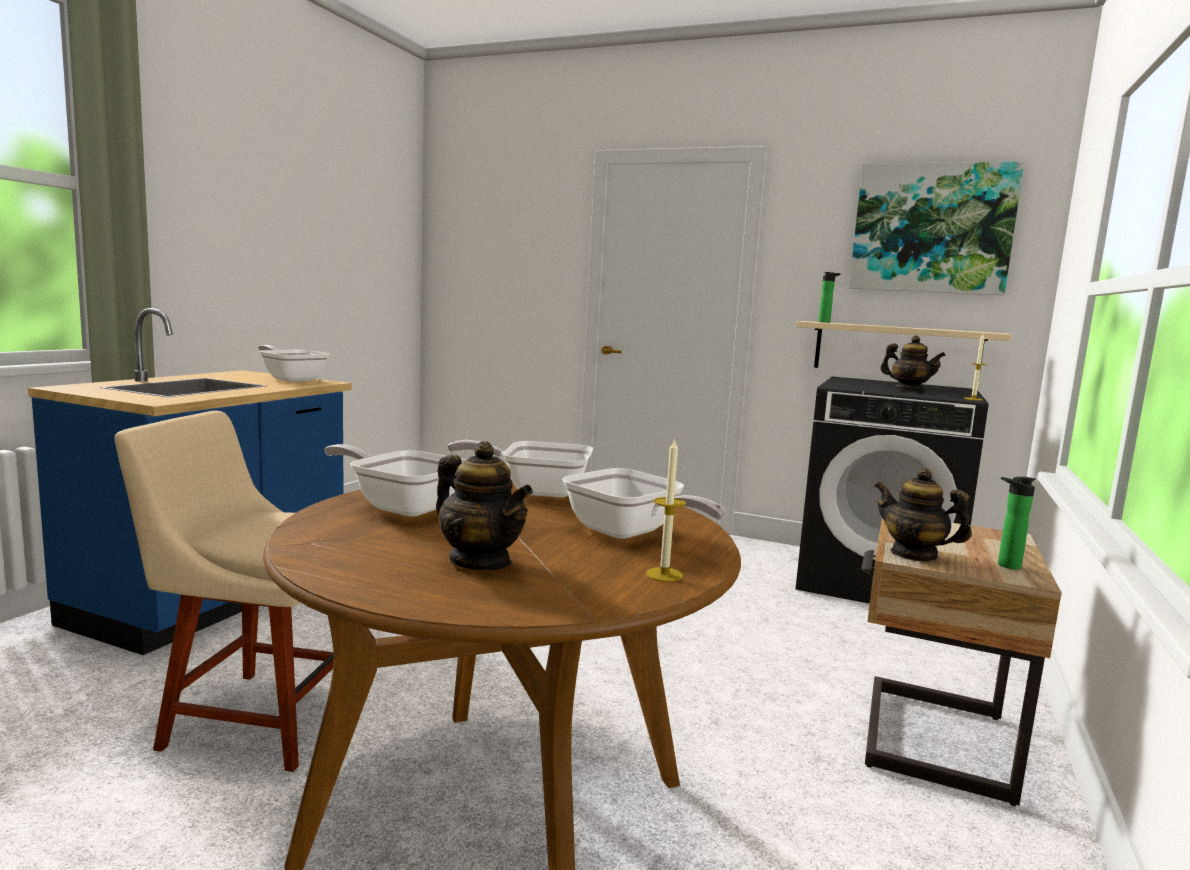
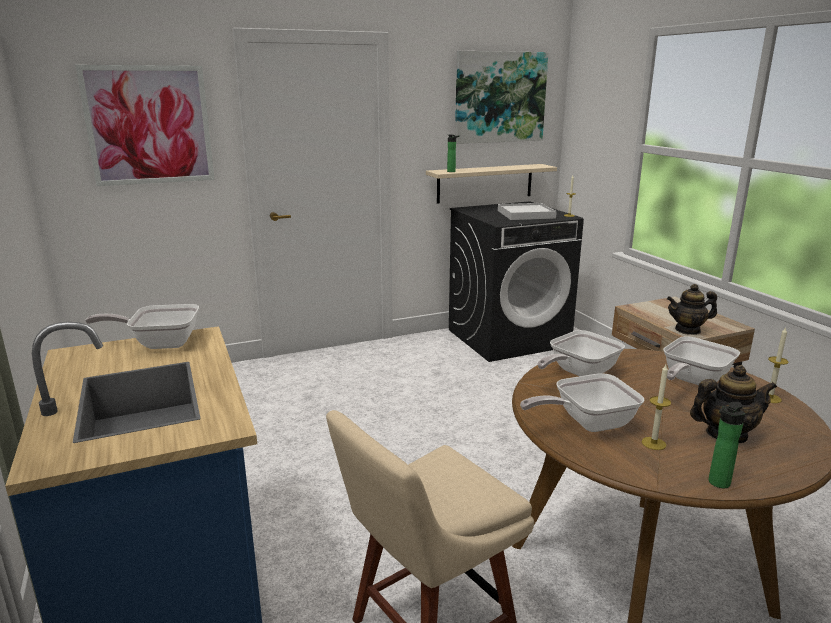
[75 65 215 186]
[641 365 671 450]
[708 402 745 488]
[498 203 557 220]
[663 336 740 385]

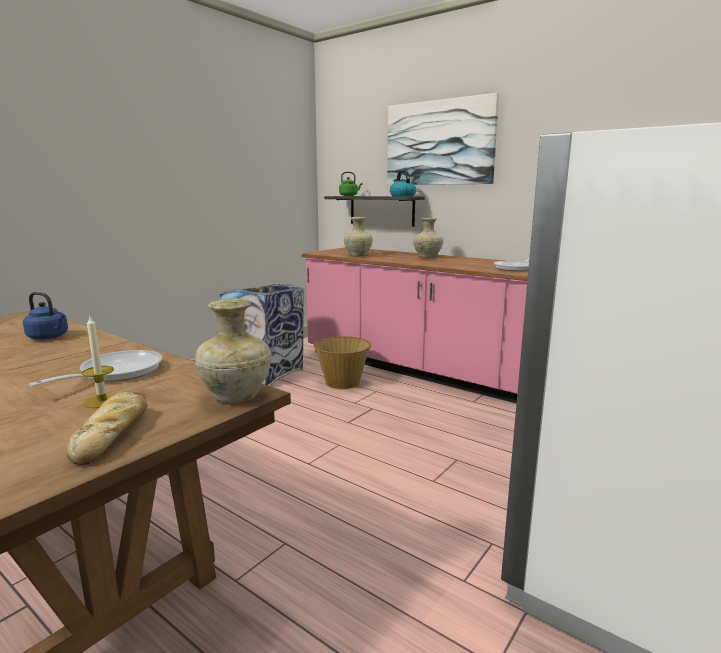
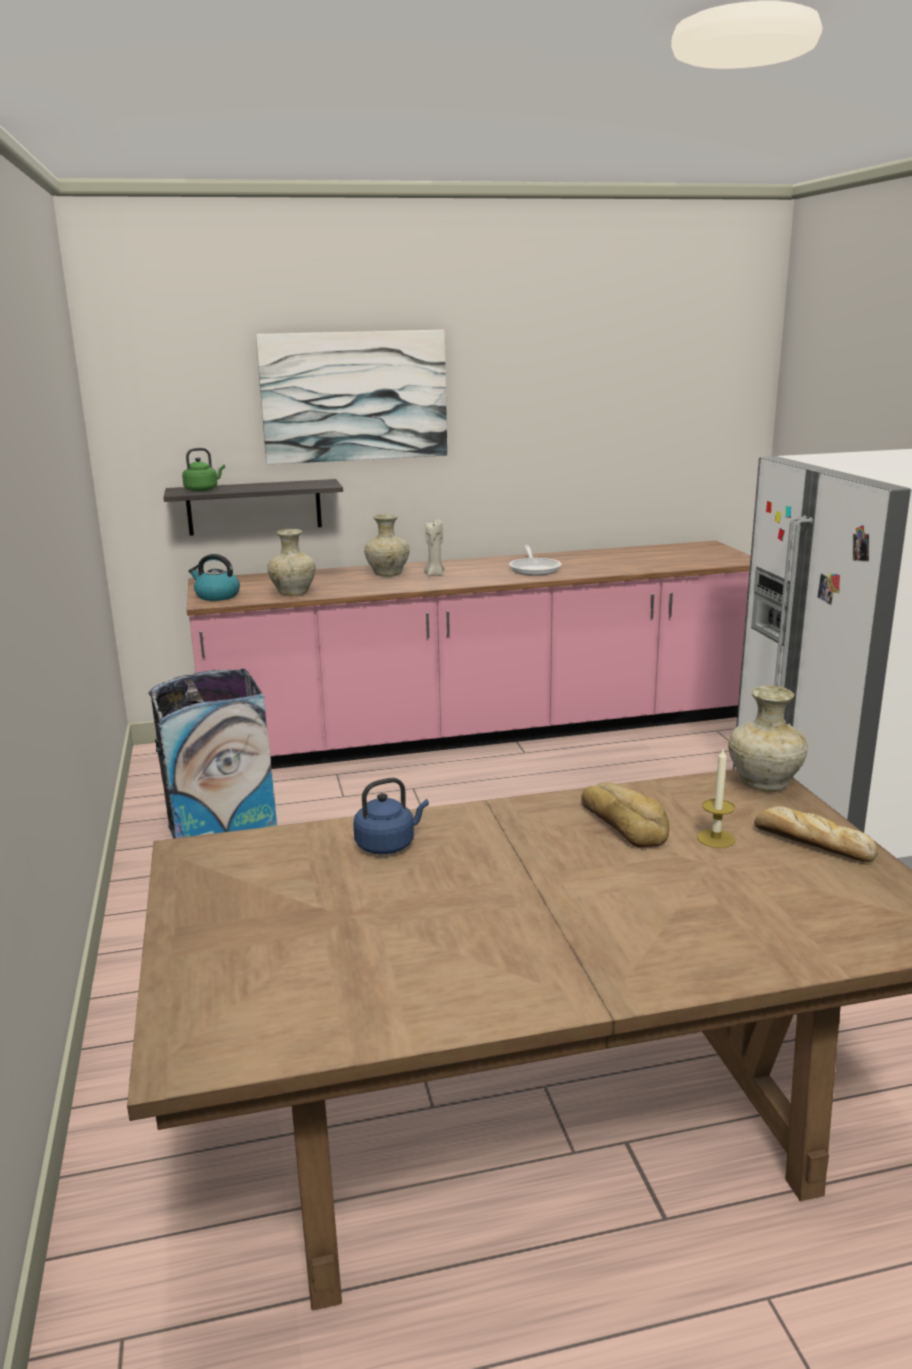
[314 336 371 389] (first image)
[424 520 444 576]
[189 554 240 601]
[581 782 669 847]

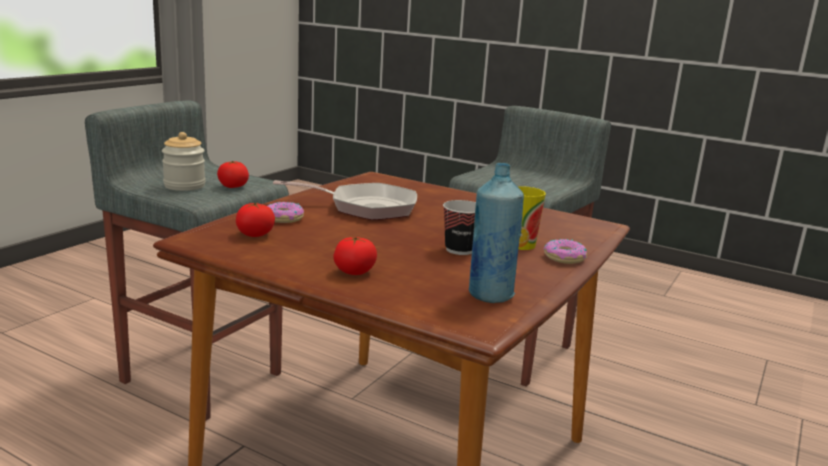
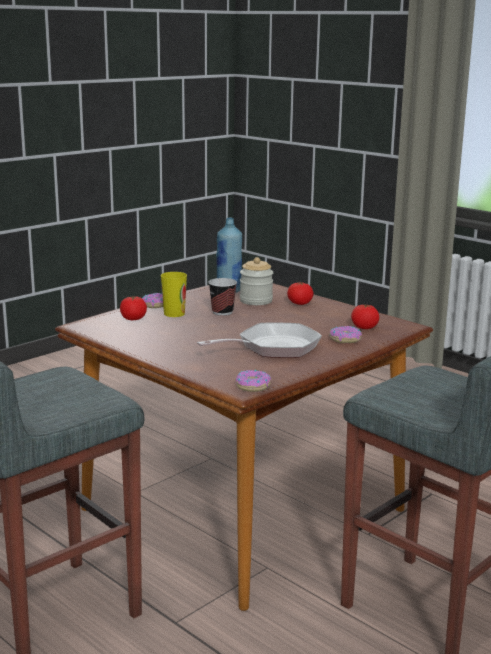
[236 370 271 392]
[240 257 273 305]
[120 296 147 320]
[197 323 322 358]

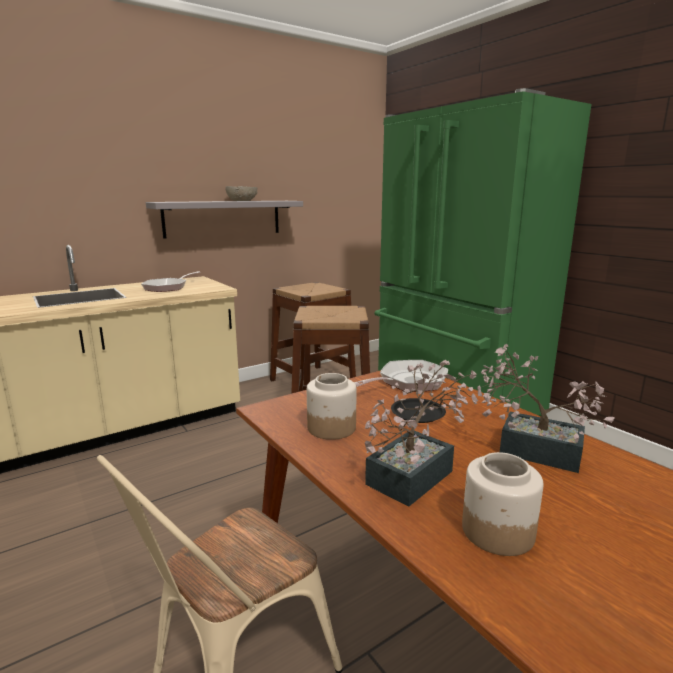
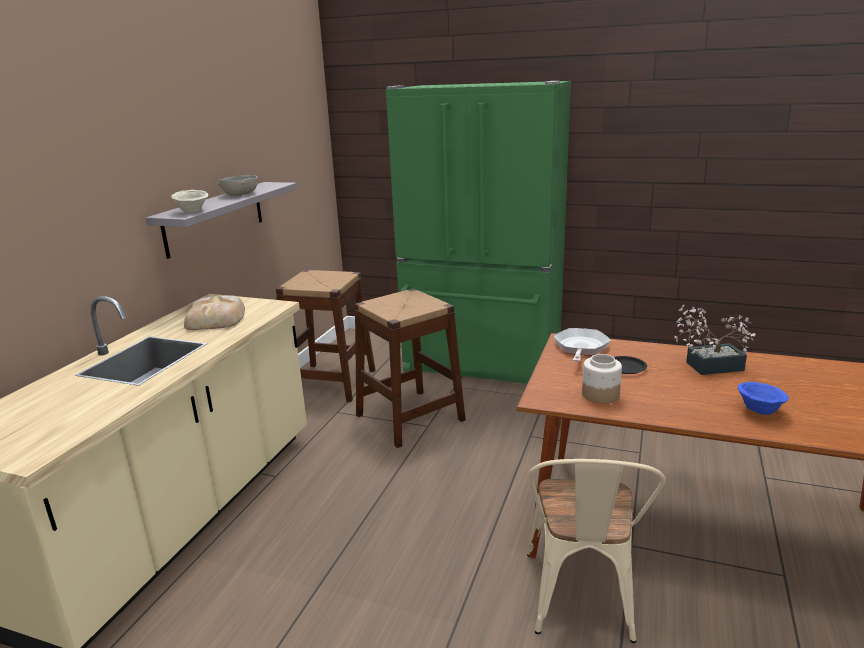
[365 360 478 507] (first image)
[171 190 209 213]
[184 296 245 330]
[738 382 789 415]

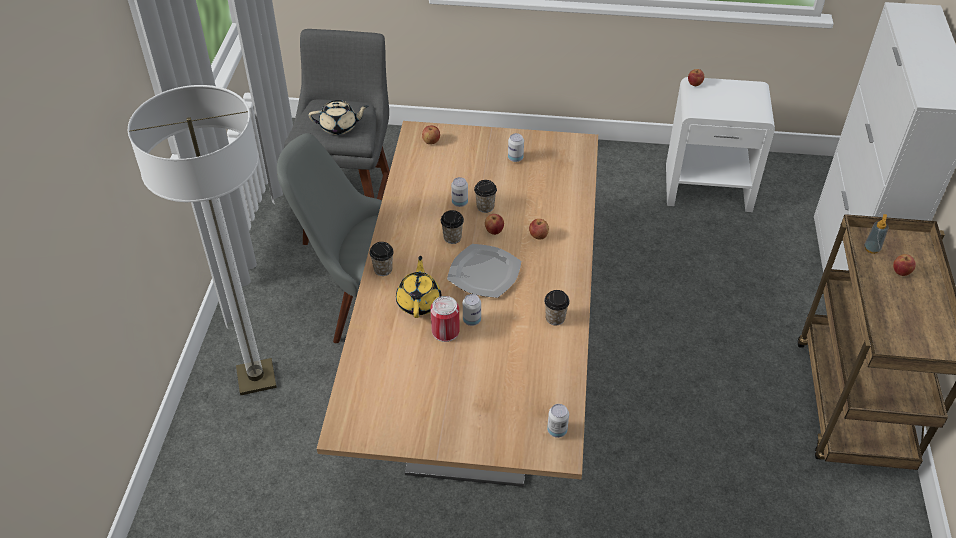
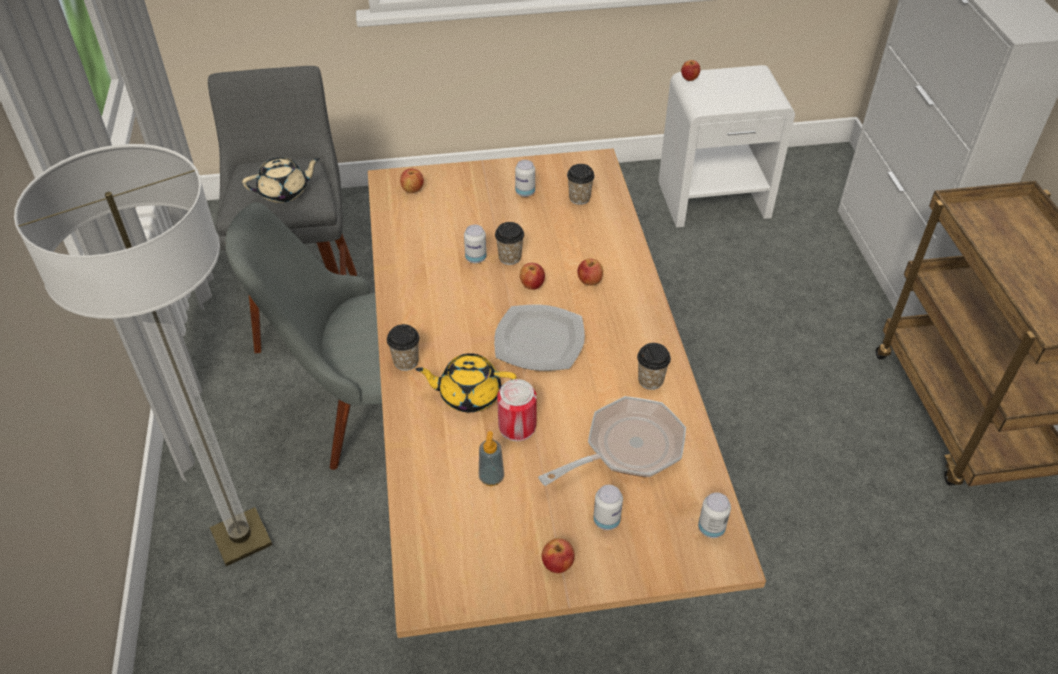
[538 396 686 486]
[567 164 595 205]
[593 485 623 530]
[479 431 504 486]
[542 538 575 573]
[415 353 516 412]

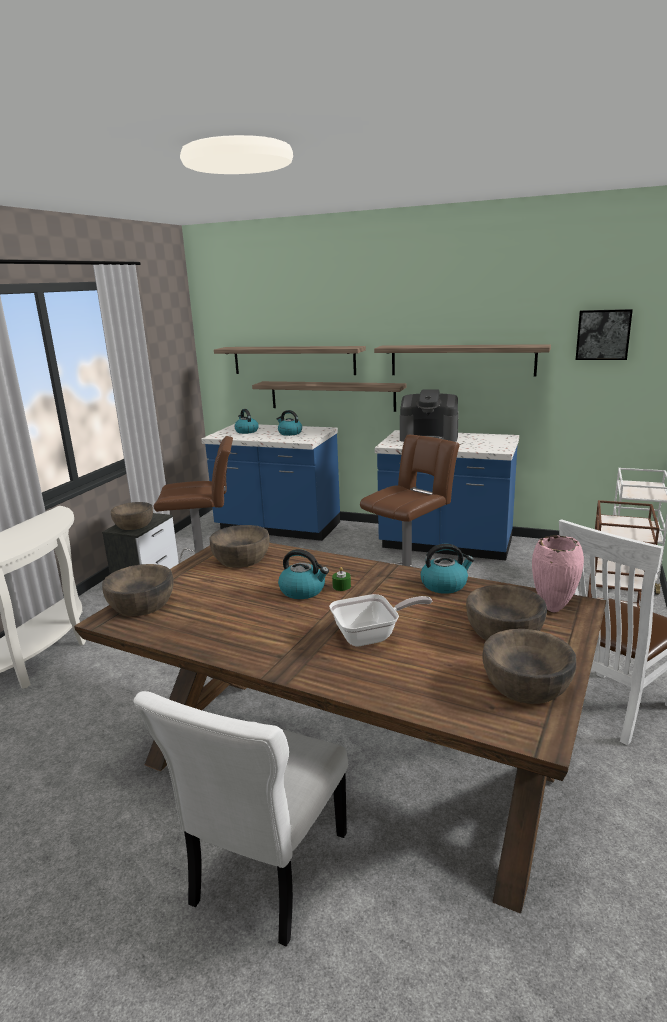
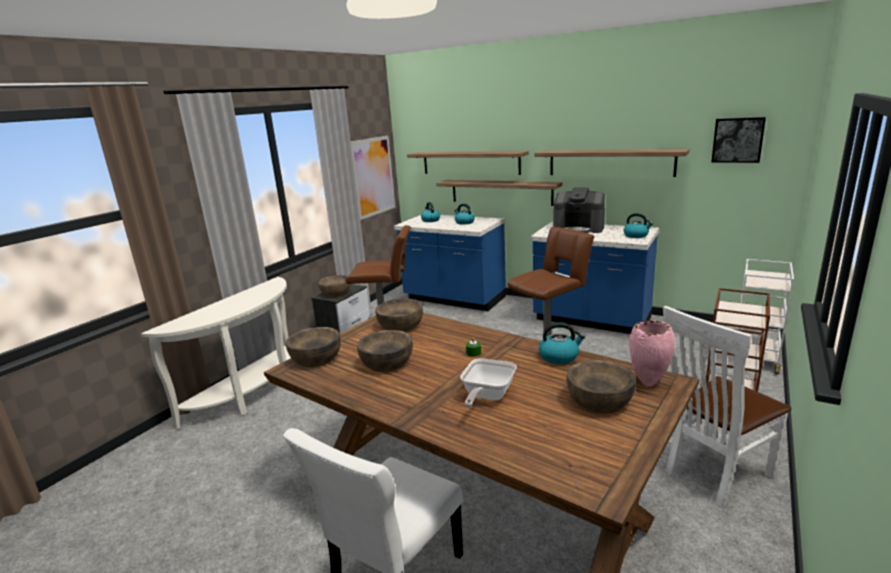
[351 136 395 220]
[624 213 653 238]
[357 330 413 372]
[460 358 517 408]

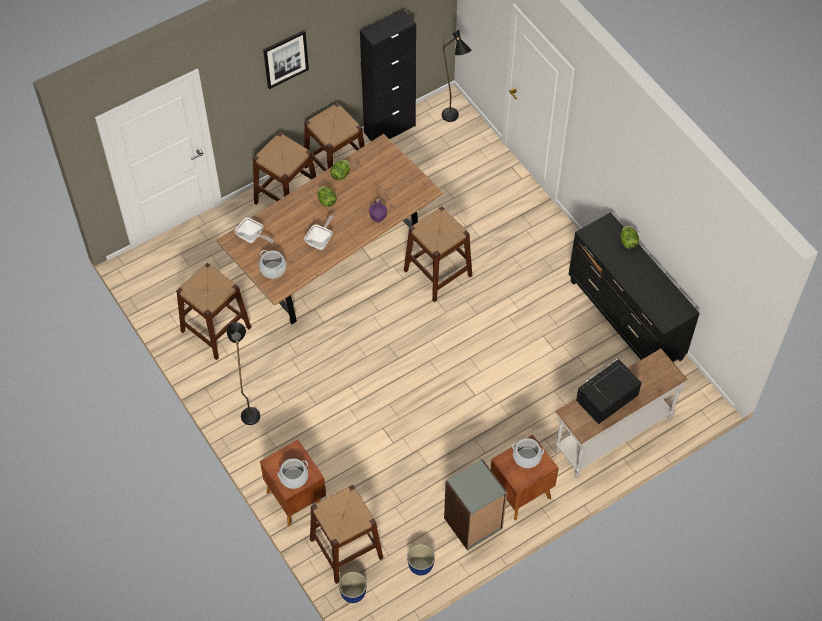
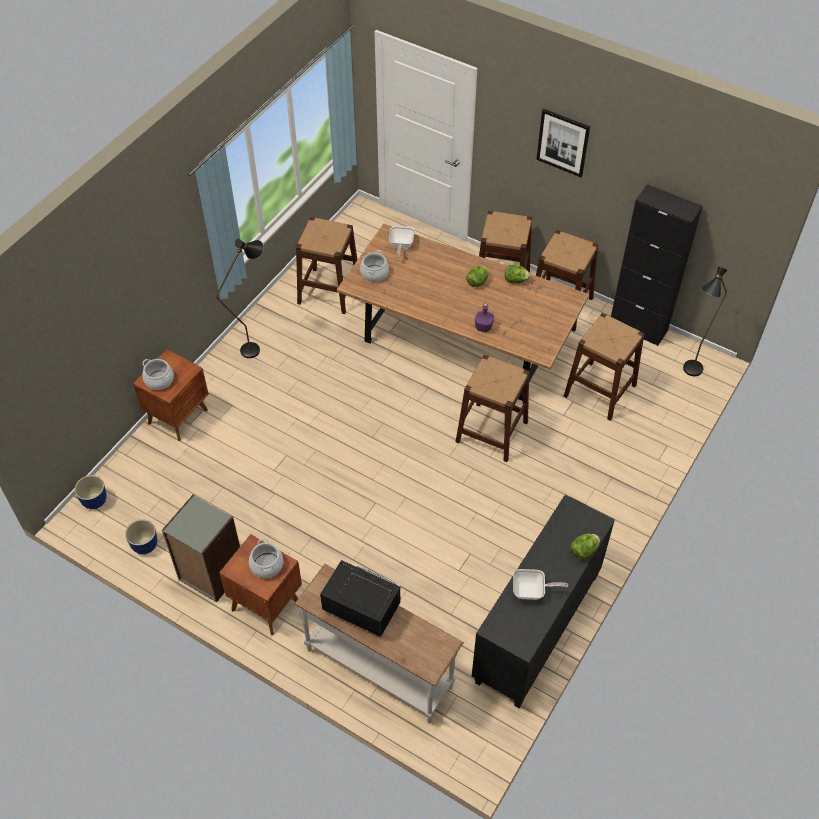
[513 569 568 600]
[564 313 645 421]

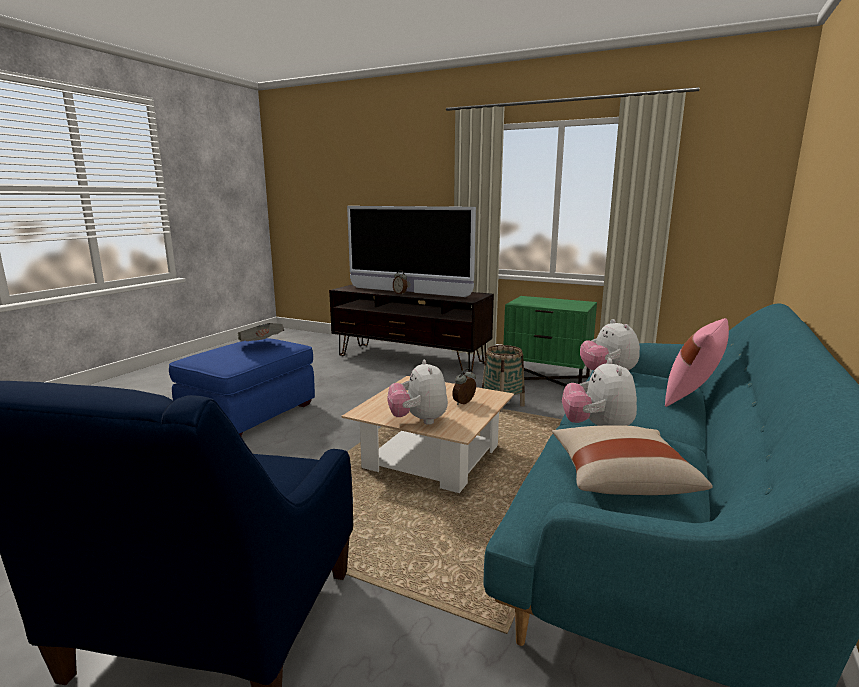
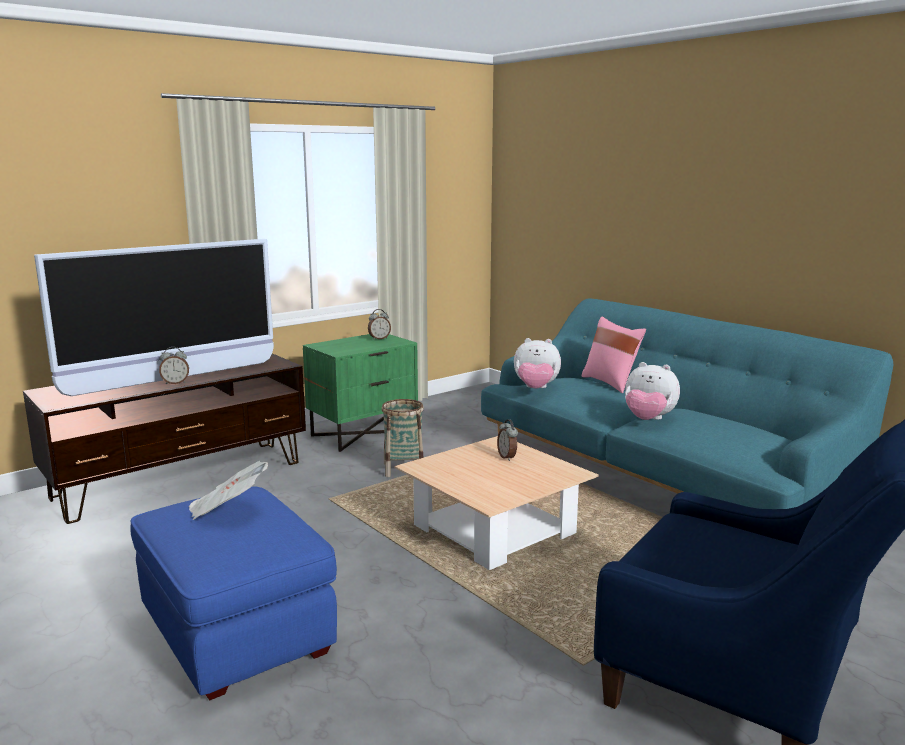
[388 359 448 425] (first image)
[552 425 713 495] (first image)
[368 309 391 340]

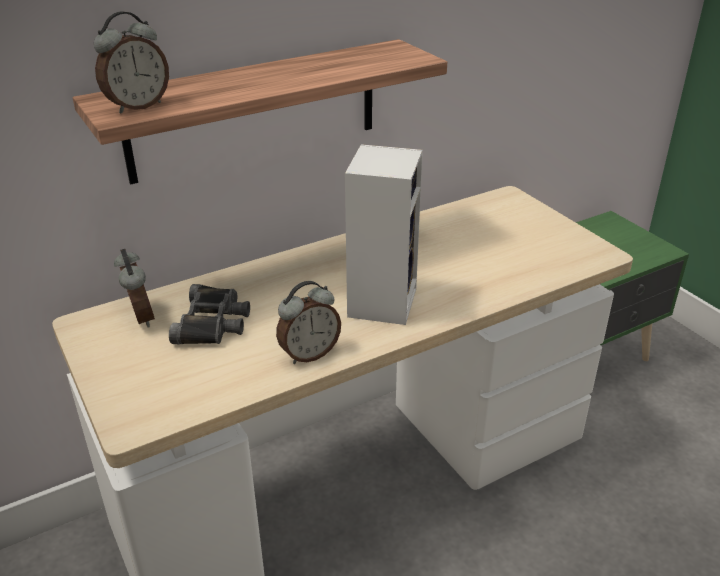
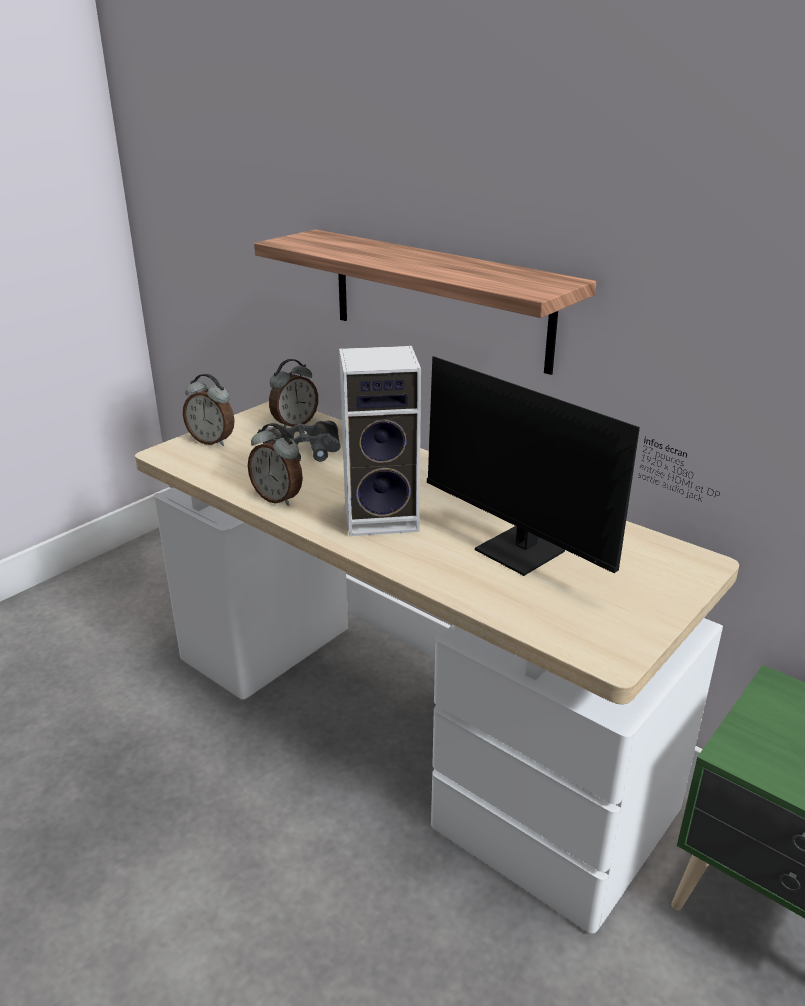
[427 356 720 576]
[183 374 235 446]

